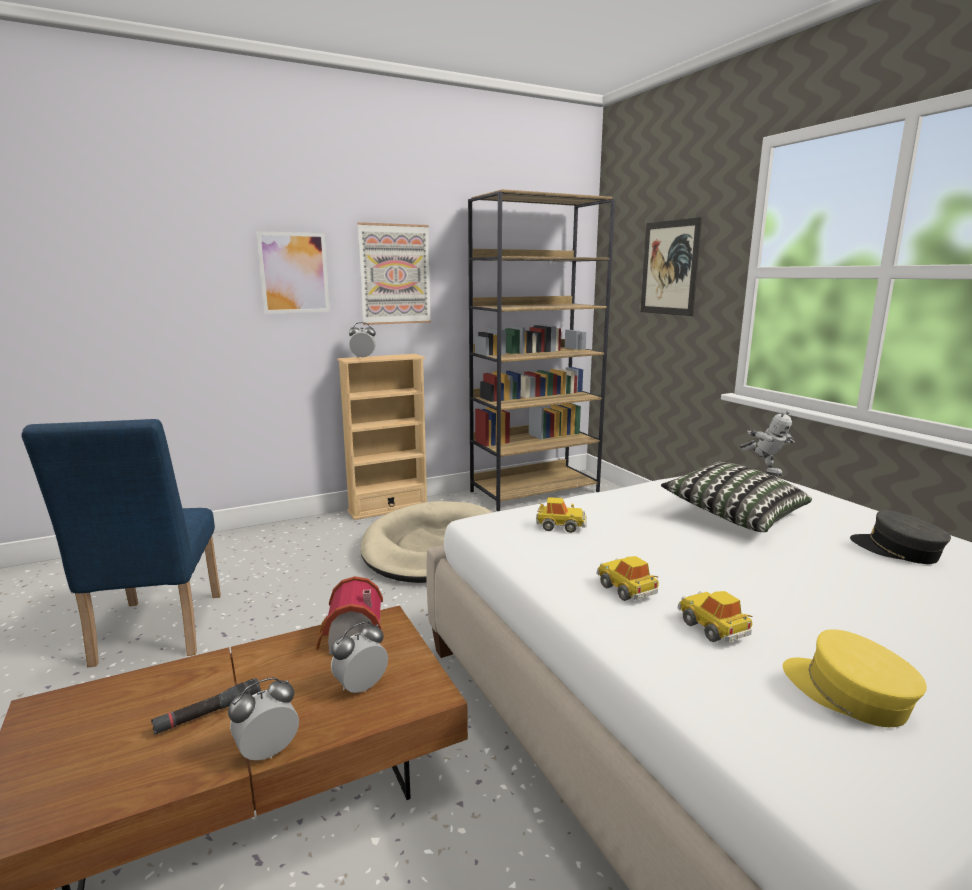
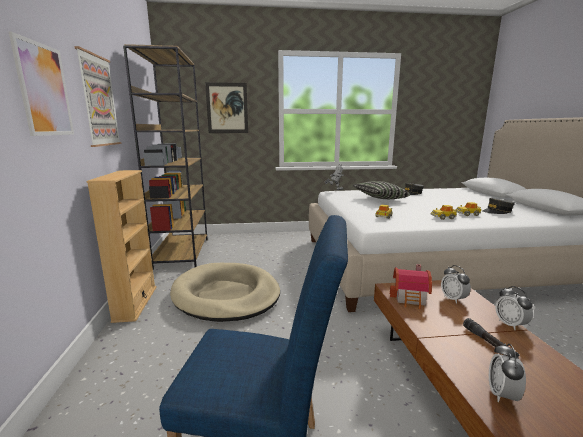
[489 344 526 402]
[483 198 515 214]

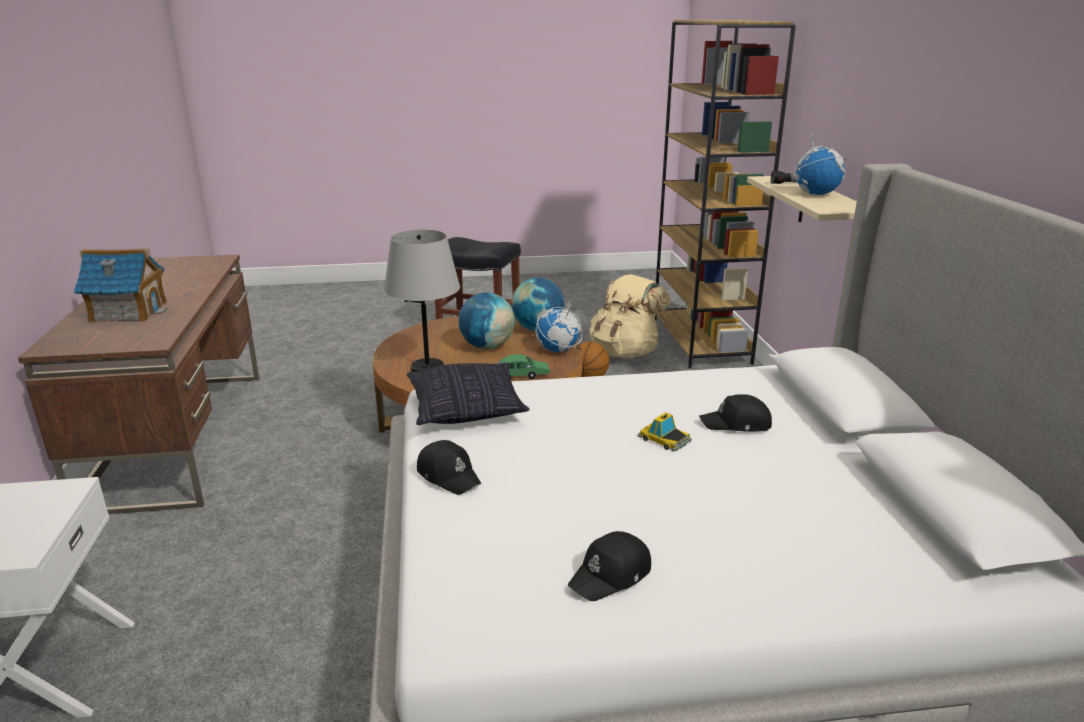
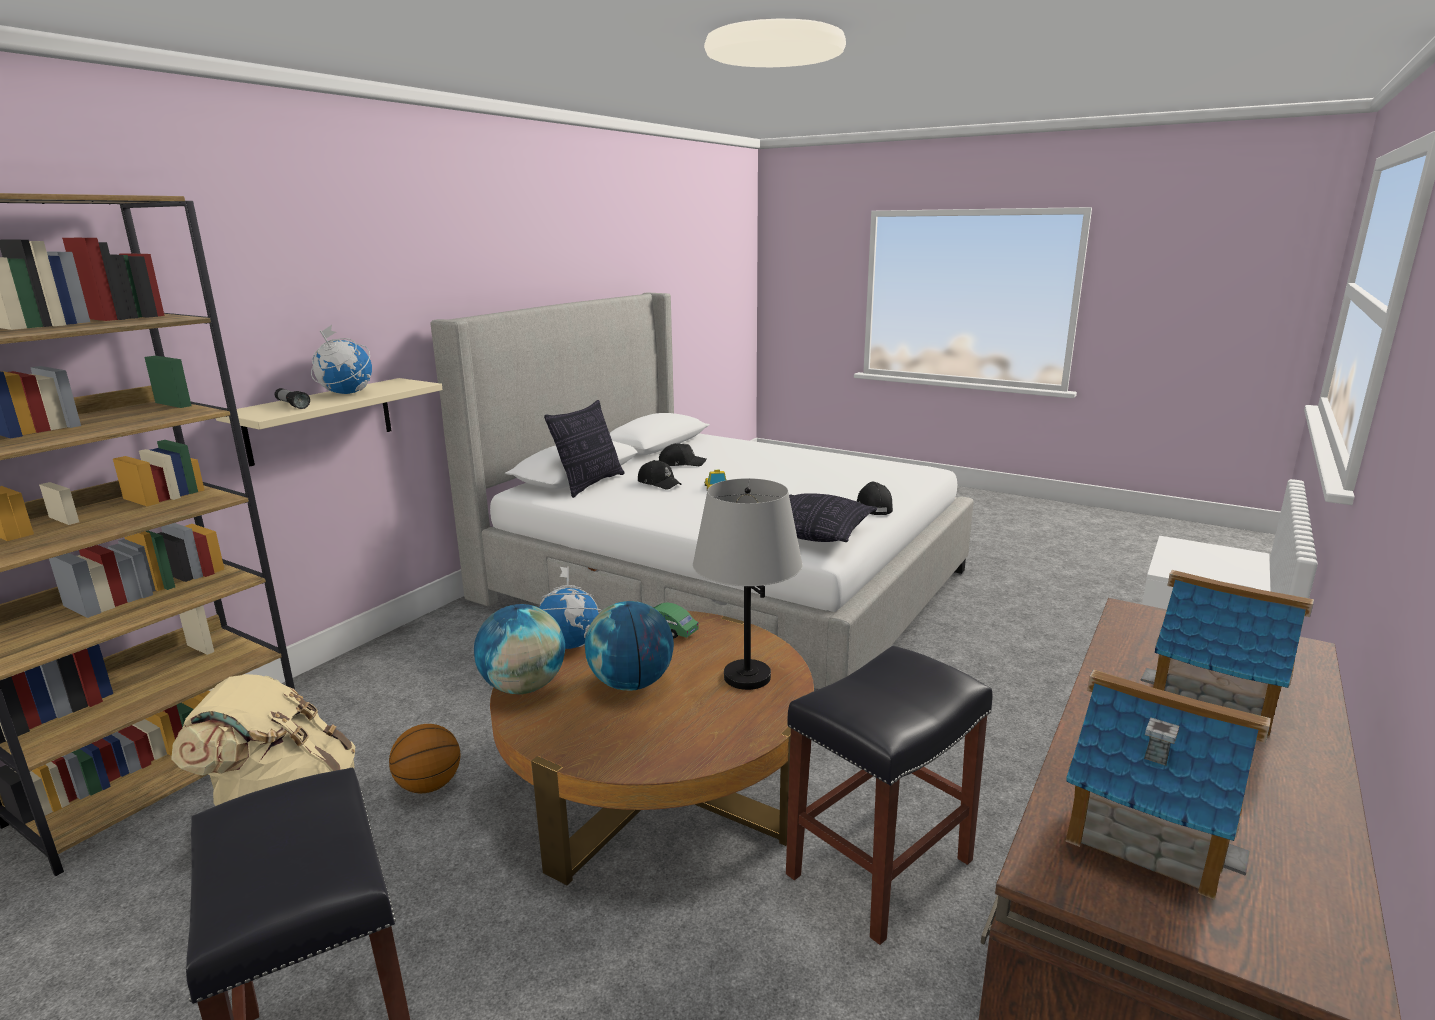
[544 400 625 498]
[786 646 993 945]
[1066 669 1271 900]
[659 443 706 466]

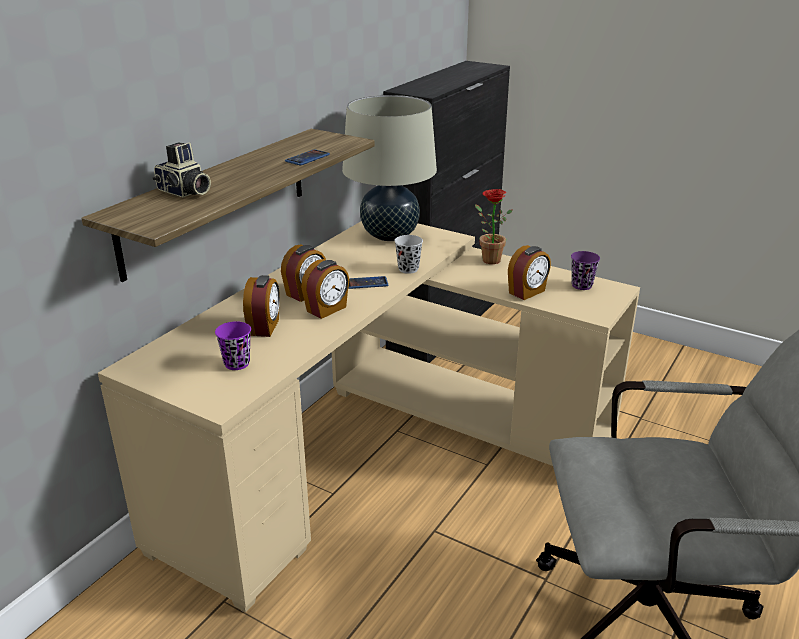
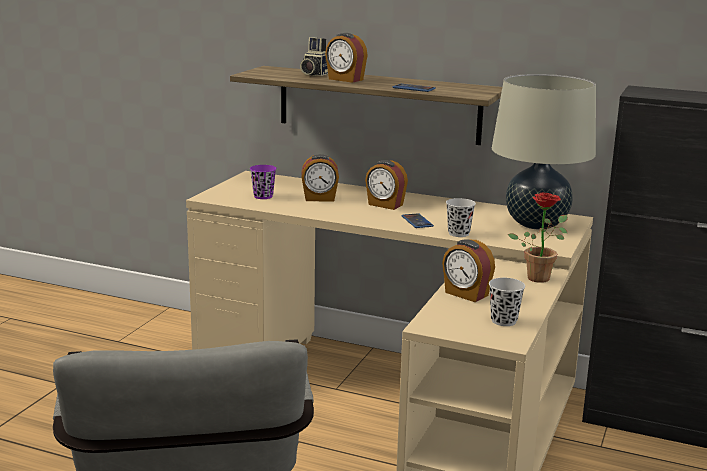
[325 33 368 83]
[489 278 525 326]

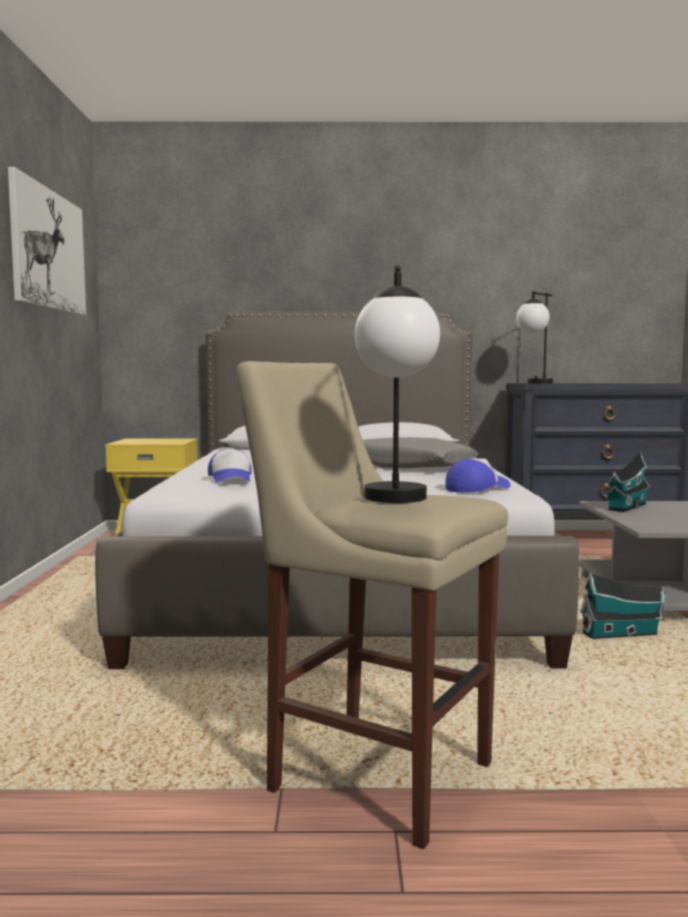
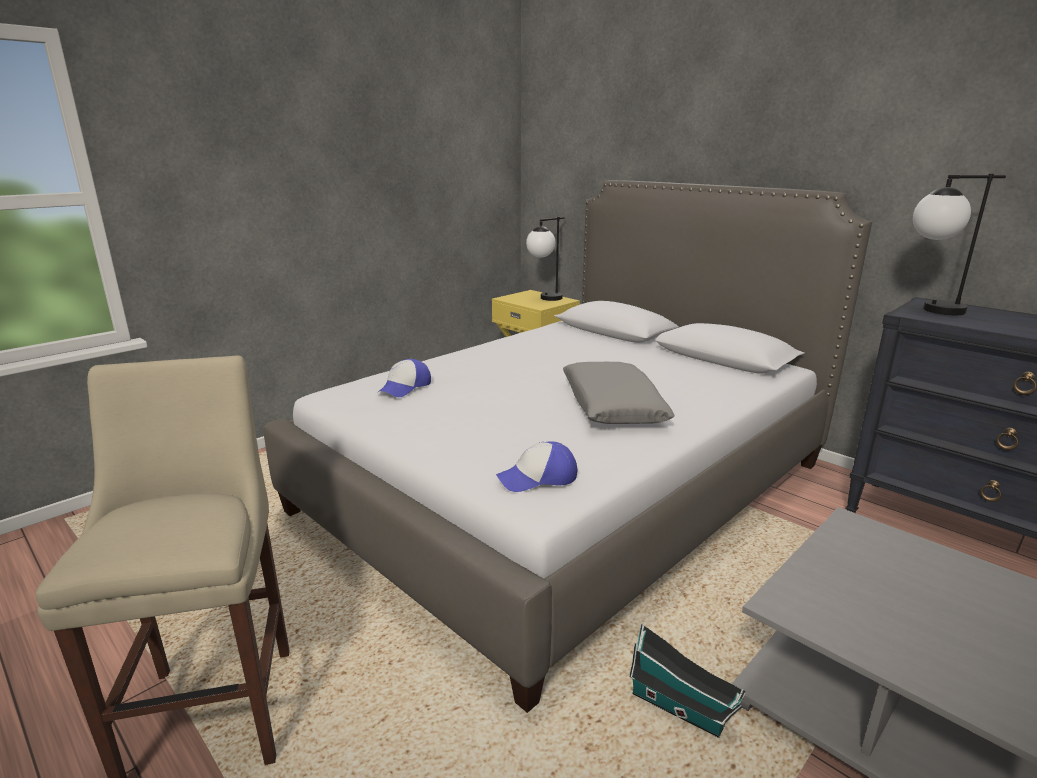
[8 167 86 315] (first image)
[606 451 650 512] (first image)
[526 217 565 301]
[496 441 577 492]

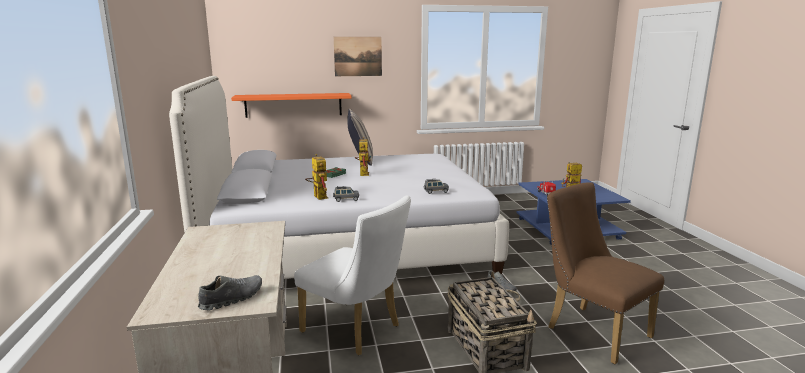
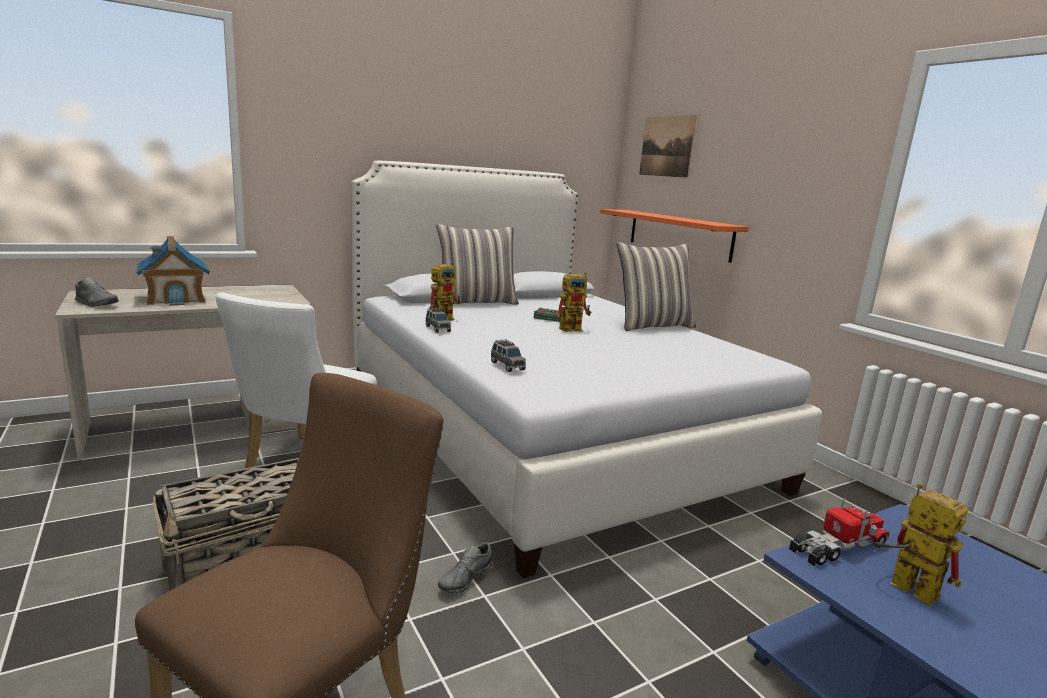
[136 236 210 306]
[436 224 519 305]
[639 115 697 178]

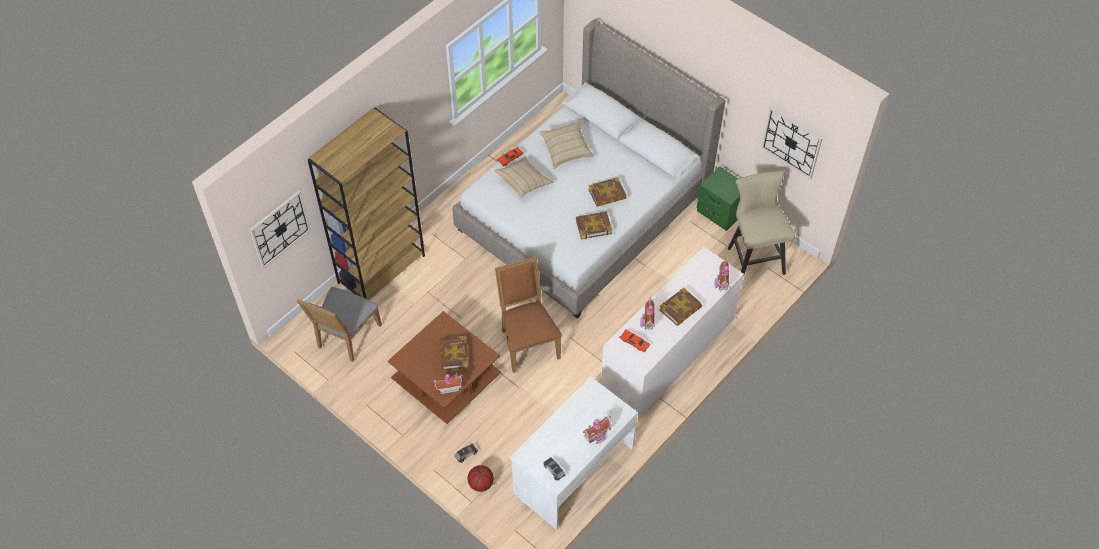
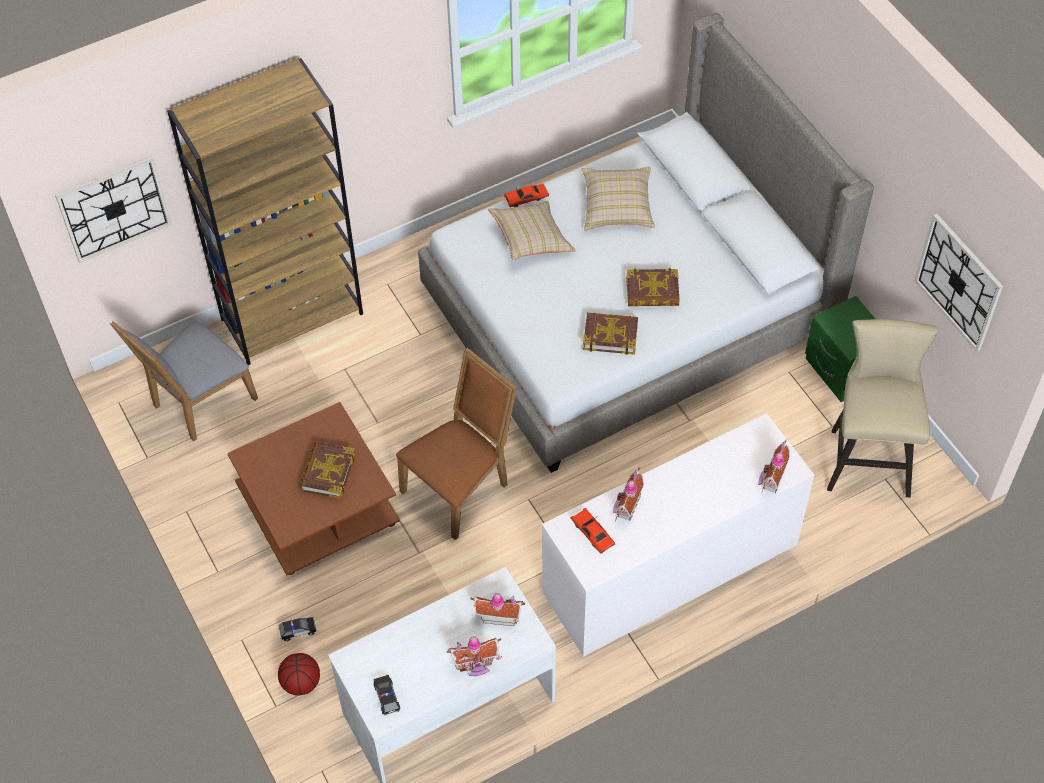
[659 288 702 326] (first image)
[471 593 525 626]
[396 347 517 540]

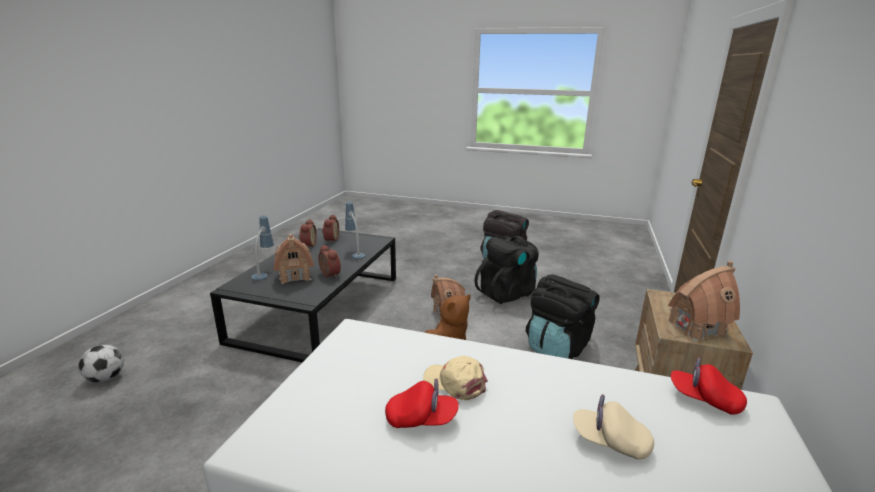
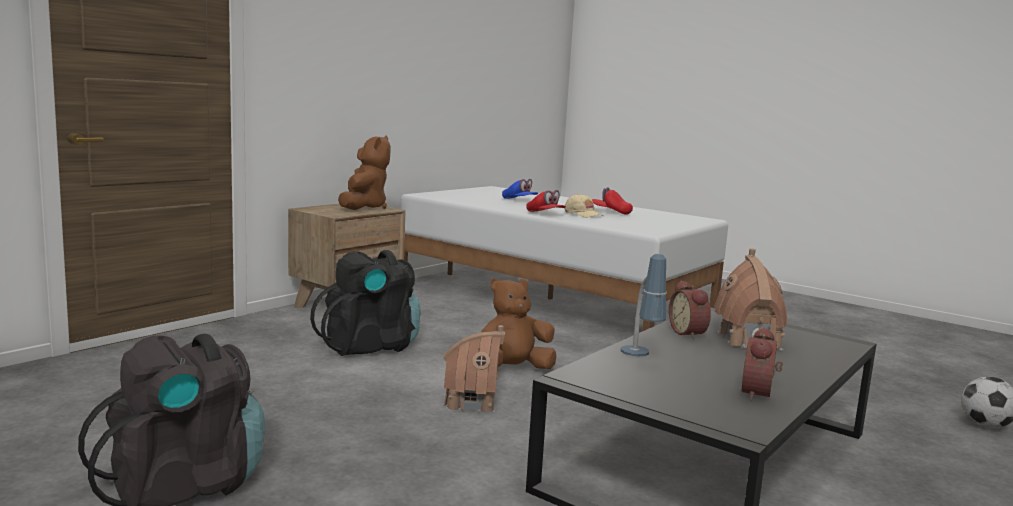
[251 215 274 280] (first image)
[322 215 339 242] (first image)
[474 236 539 304] (first image)
[526 190 566 212]
[338 135 391 210]
[502 179 538 199]

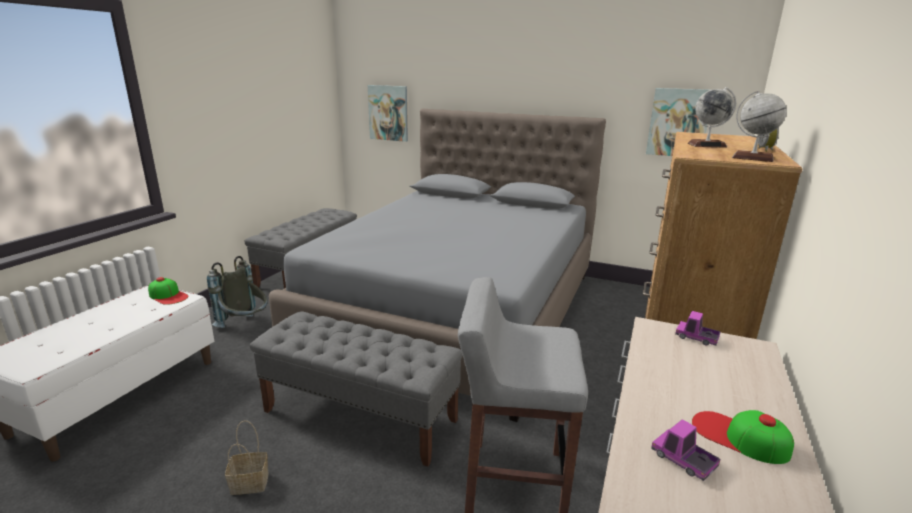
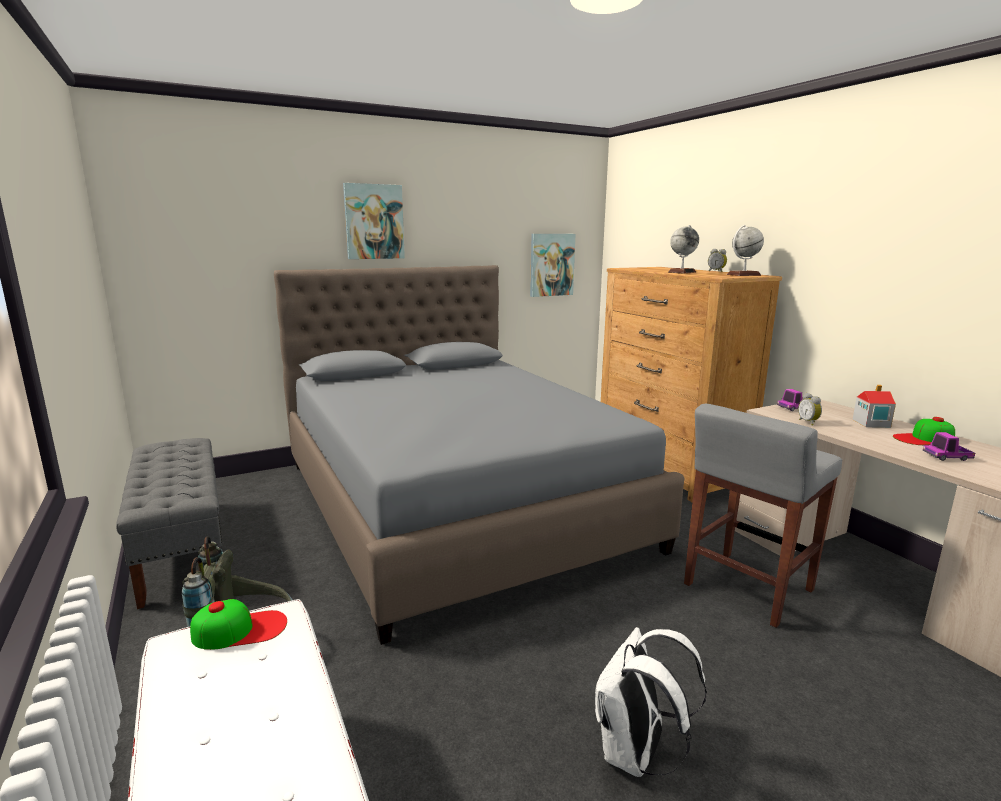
[250 311 463 467] (first image)
[798 393 822 426]
[852 385 896 428]
[343 183 405 259]
[595 627 707 777]

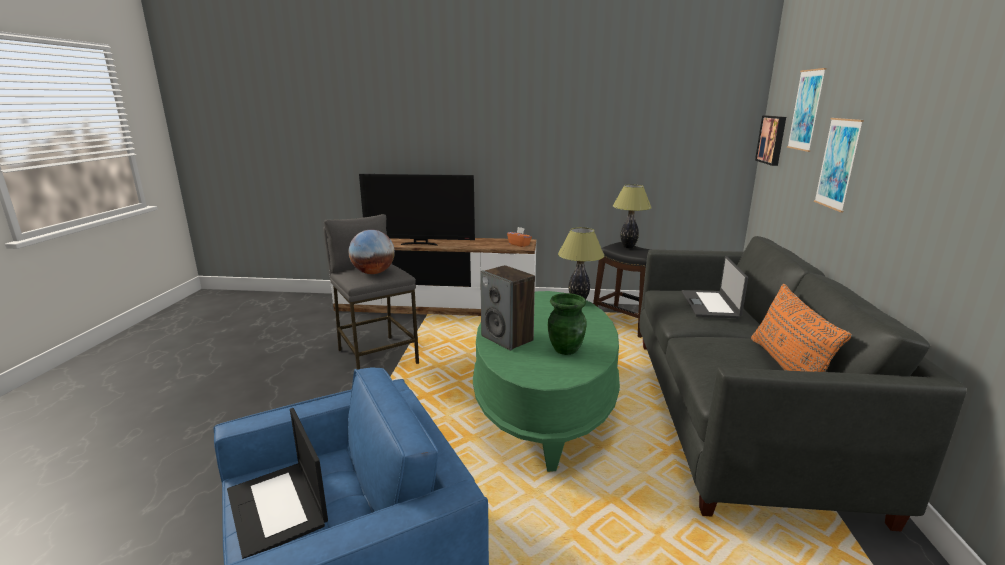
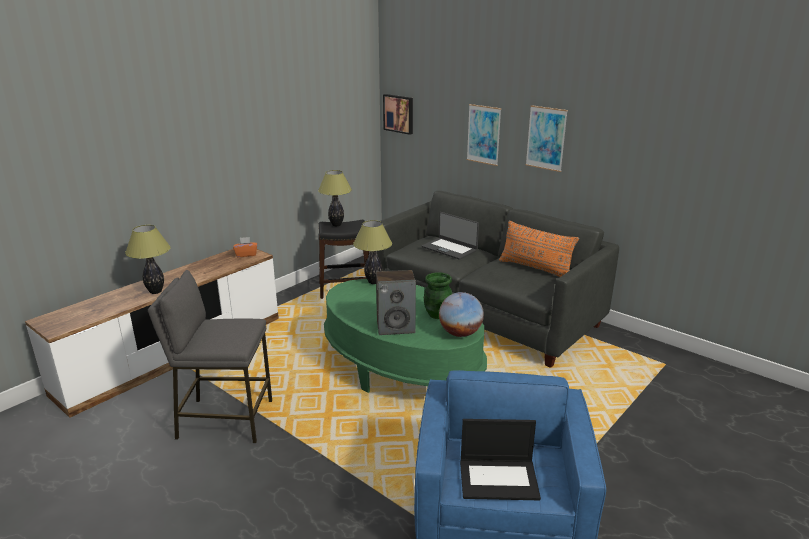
[439 292 484 337]
[526 105 568 172]
[125 225 171 294]

